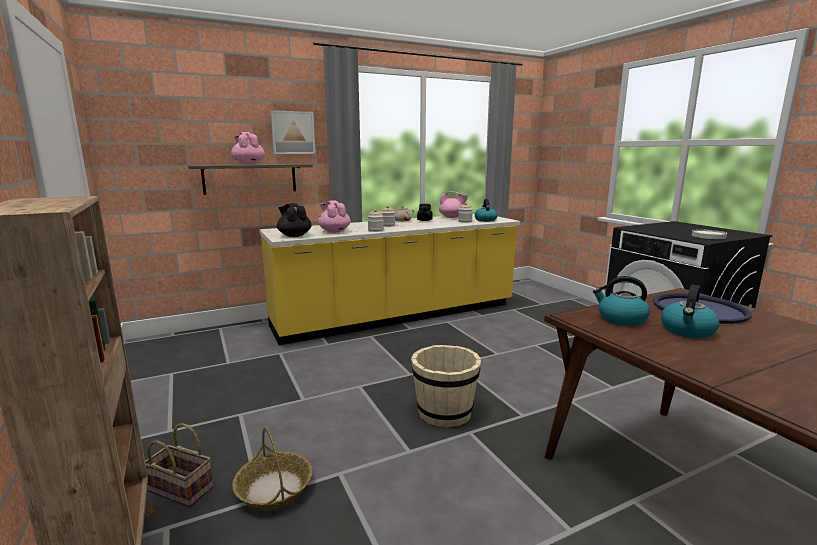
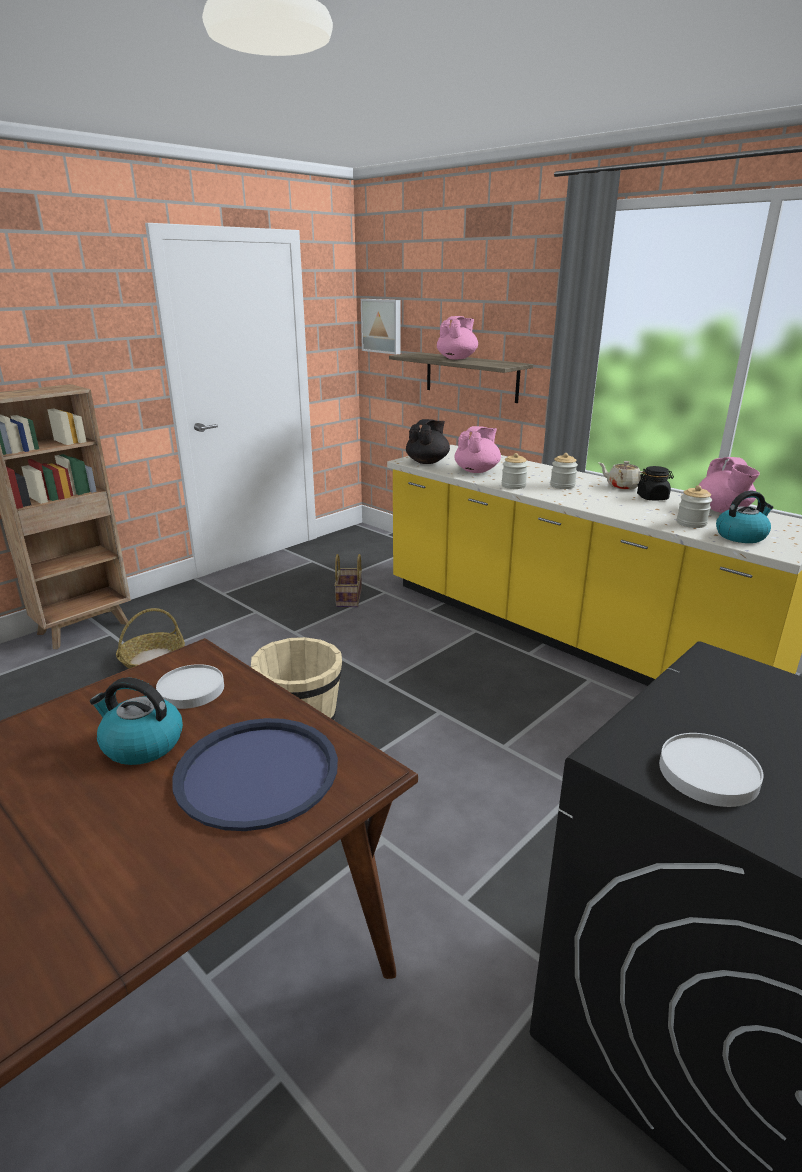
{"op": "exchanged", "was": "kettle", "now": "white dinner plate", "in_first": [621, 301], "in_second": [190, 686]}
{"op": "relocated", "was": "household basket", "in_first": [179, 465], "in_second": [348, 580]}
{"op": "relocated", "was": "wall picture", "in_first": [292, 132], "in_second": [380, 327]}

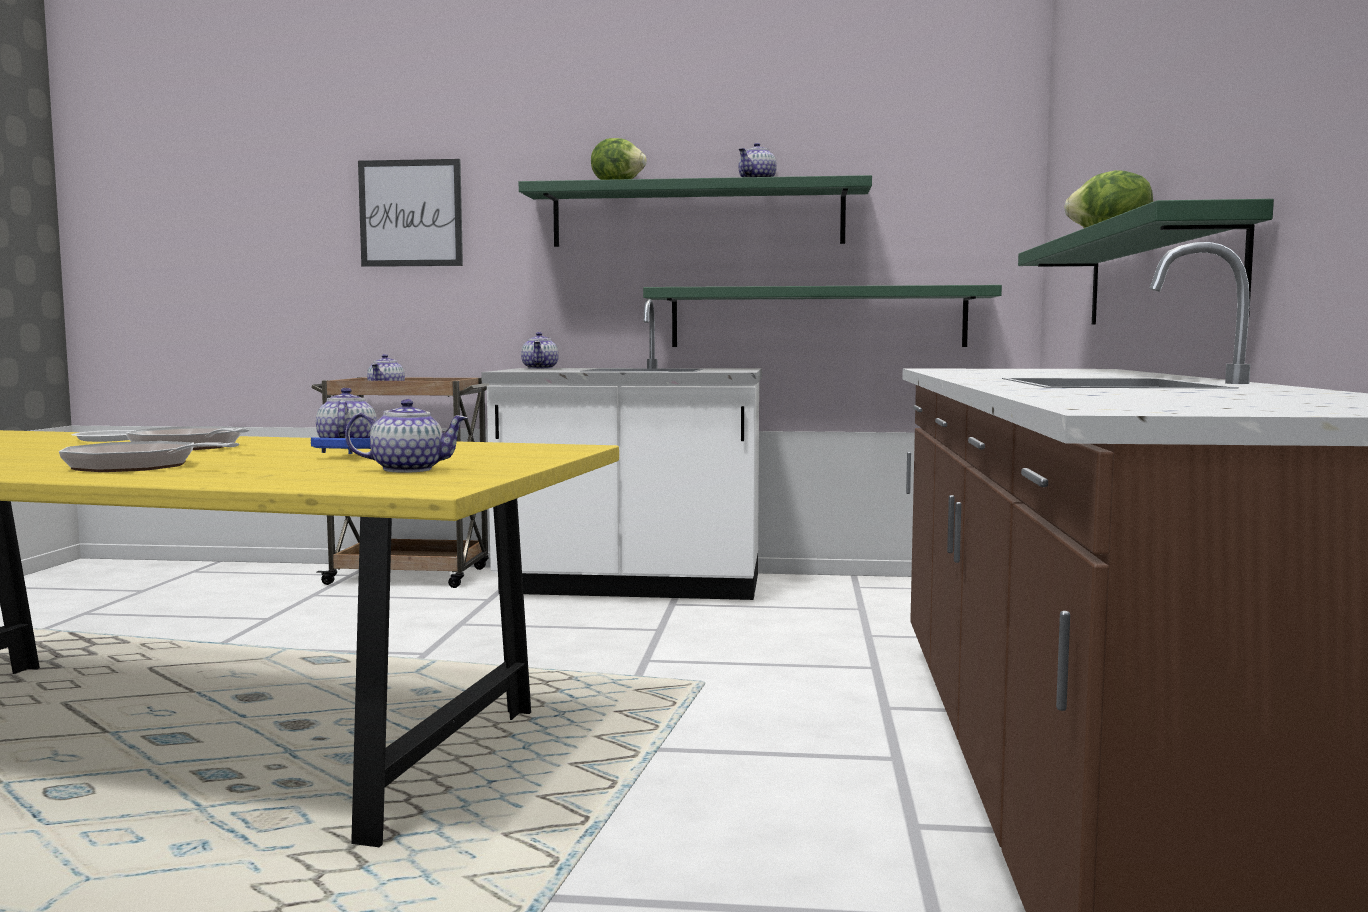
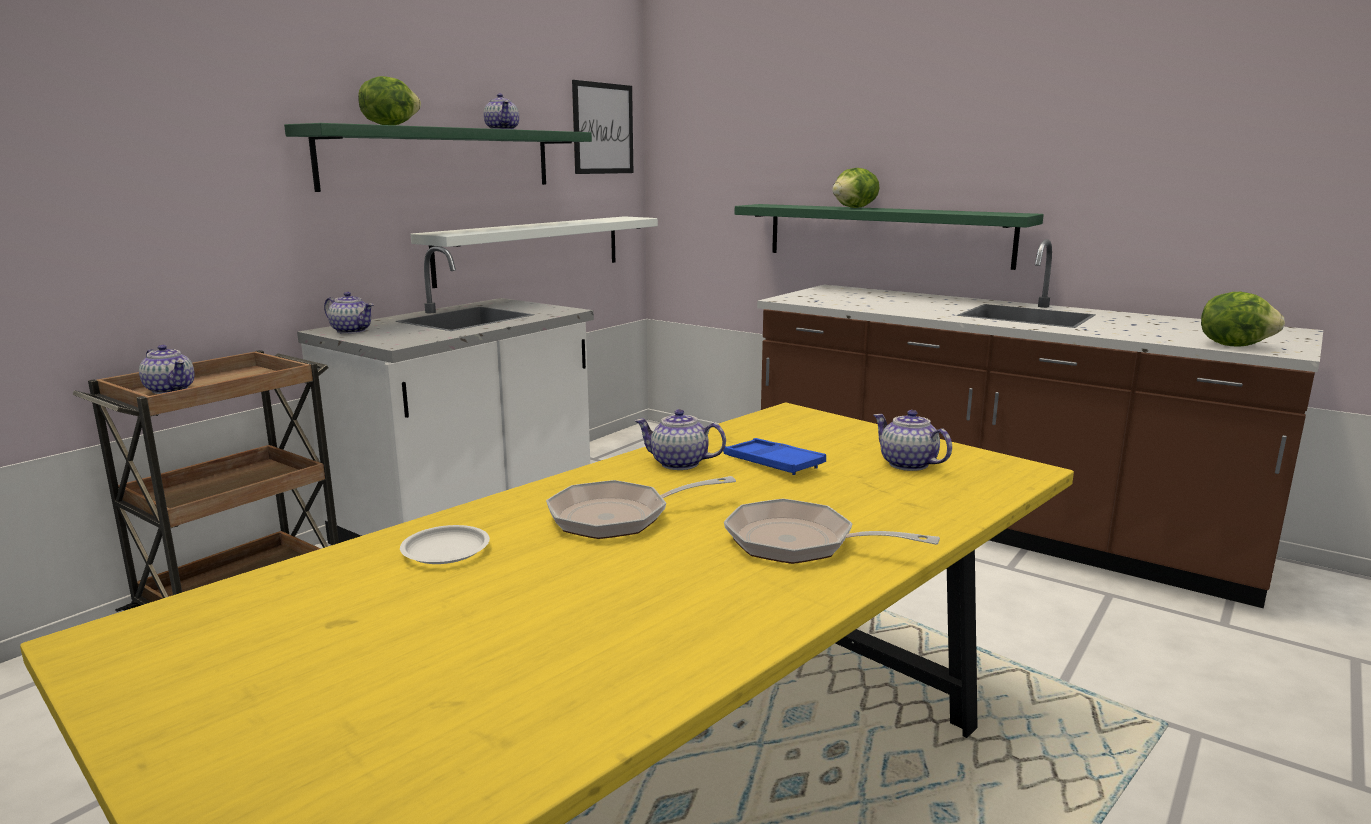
{"op": "colour", "was": "greenish shelf", "now": "white shelf", "in_first": [822, 316], "in_second": [534, 252]}
{"op": "relocated", "was": "wall picture", "in_first": [410, 213], "in_second": [602, 127]}
{"op": "spun", "was": "pan", "in_first": [149, 456], "in_second": [832, 531], "clockwise": 60}
{"op": "spun", "was": "teapot", "in_first": [406, 436], "in_second": [913, 440], "clockwise": -60}
{"op": "appeared", "now": "lettuce head", "in_second": [1243, 319]}

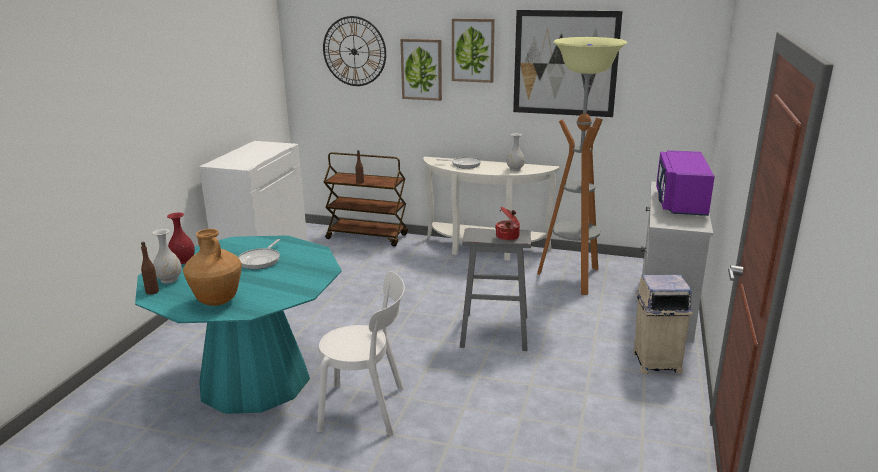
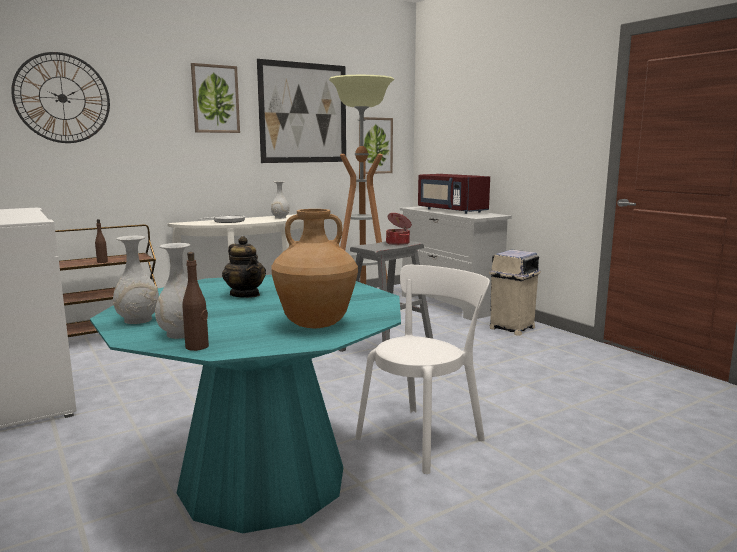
{"op": "colour", "was": "red flower vase", "now": "white flower vase", "in_first": [181, 238], "in_second": [136, 280]}
{"op": "exchanged", "was": "pan", "now": "teapot", "in_first": [259, 254], "in_second": [244, 267]}
{"op": "relocated", "was": "wall picture", "in_first": [421, 70], "in_second": [376, 145]}
{"op": "colour", "was": "purplish kitchen microwave", "now": "red kitchen microwave", "in_first": [685, 183], "in_second": [454, 194]}

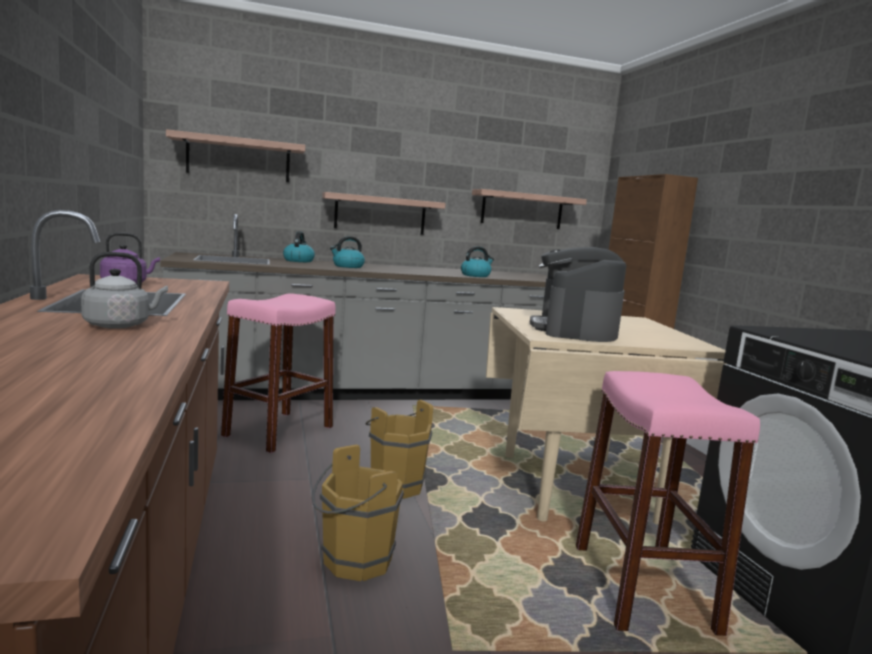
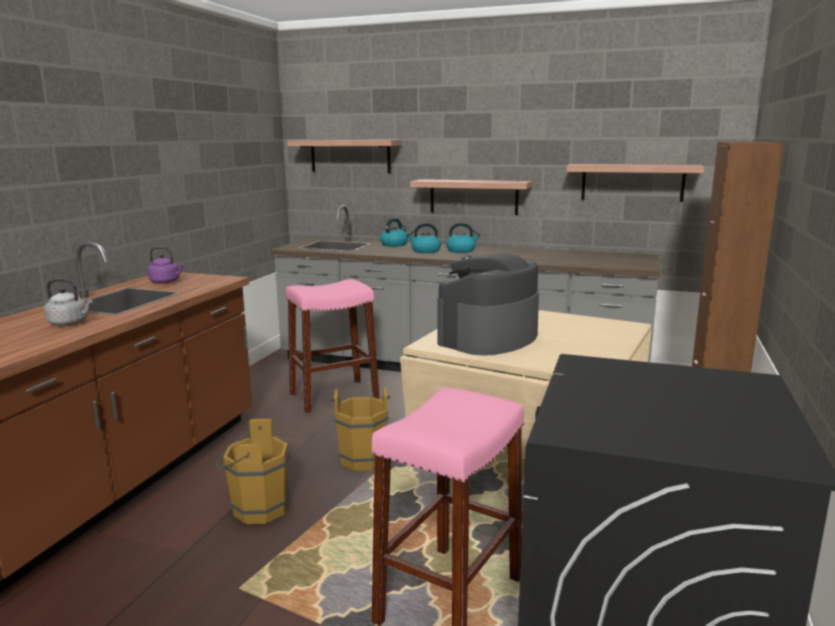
{"op": "relocated", "was": "kettle", "in_first": [477, 261], "in_second": [463, 237]}

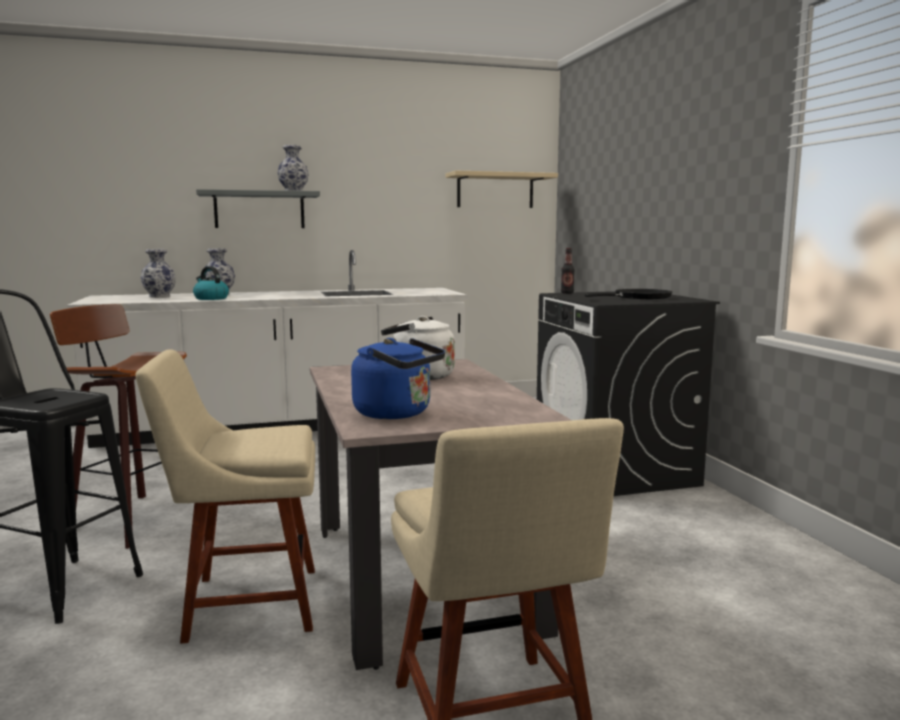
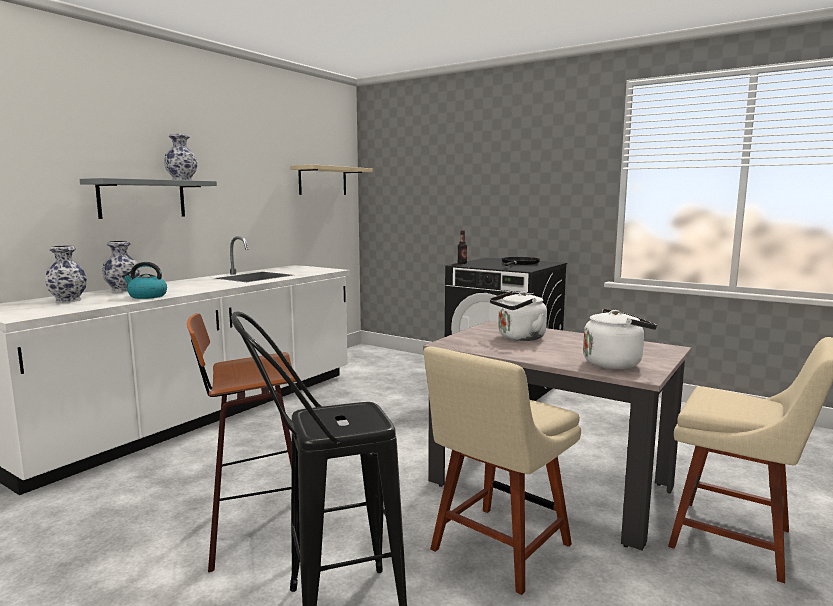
{"op": "colour", "was": "blue kettle", "now": "white kettle", "in_first": [398, 378], "in_second": [620, 339]}

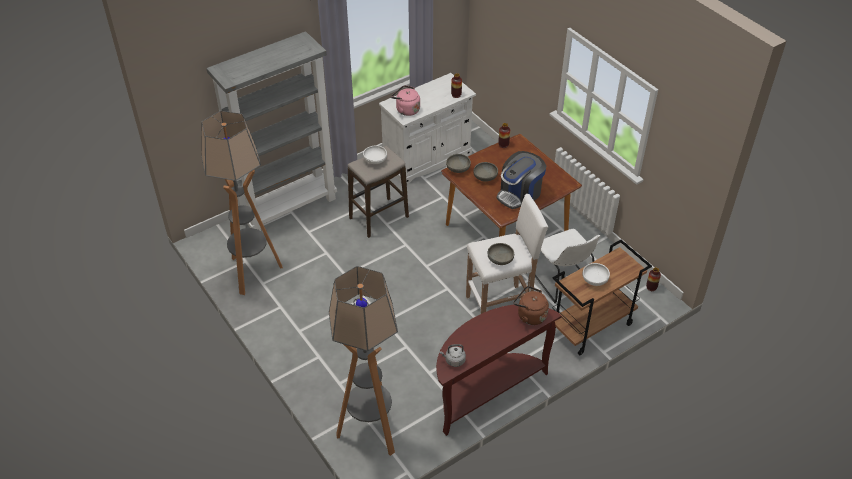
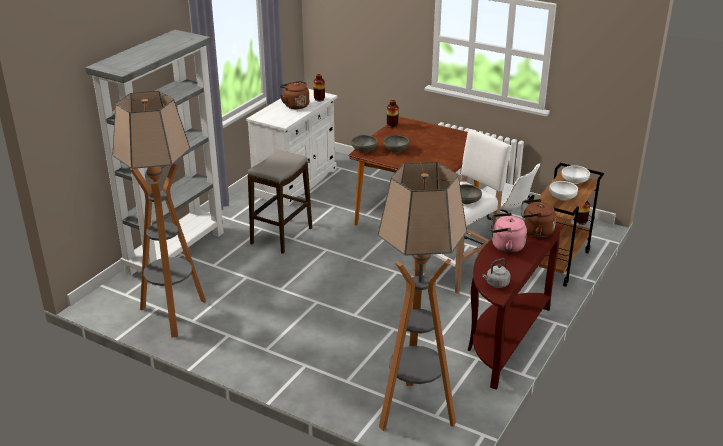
{"op": "appeared", "now": "brownish kettle", "in_second": [294, 95]}
{"op": "relocated", "was": "pink kettle", "in_first": [405, 100], "in_second": [509, 233]}
{"op": "relocated", "was": "white serving bowl", "in_first": [375, 155], "in_second": [576, 174]}
{"op": "missing", "was": "coffee brewer", "in_first": [521, 180]}

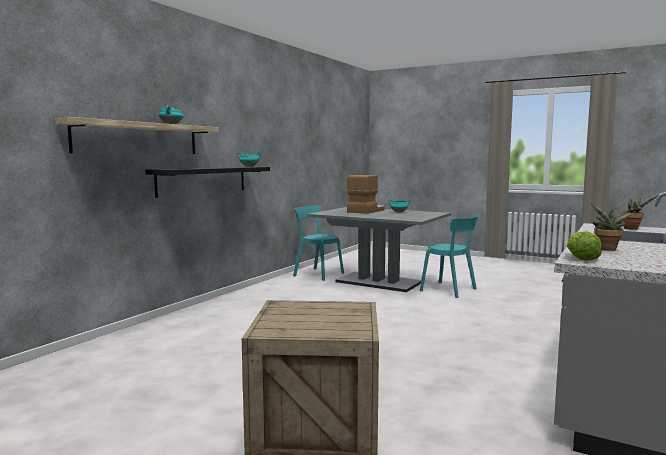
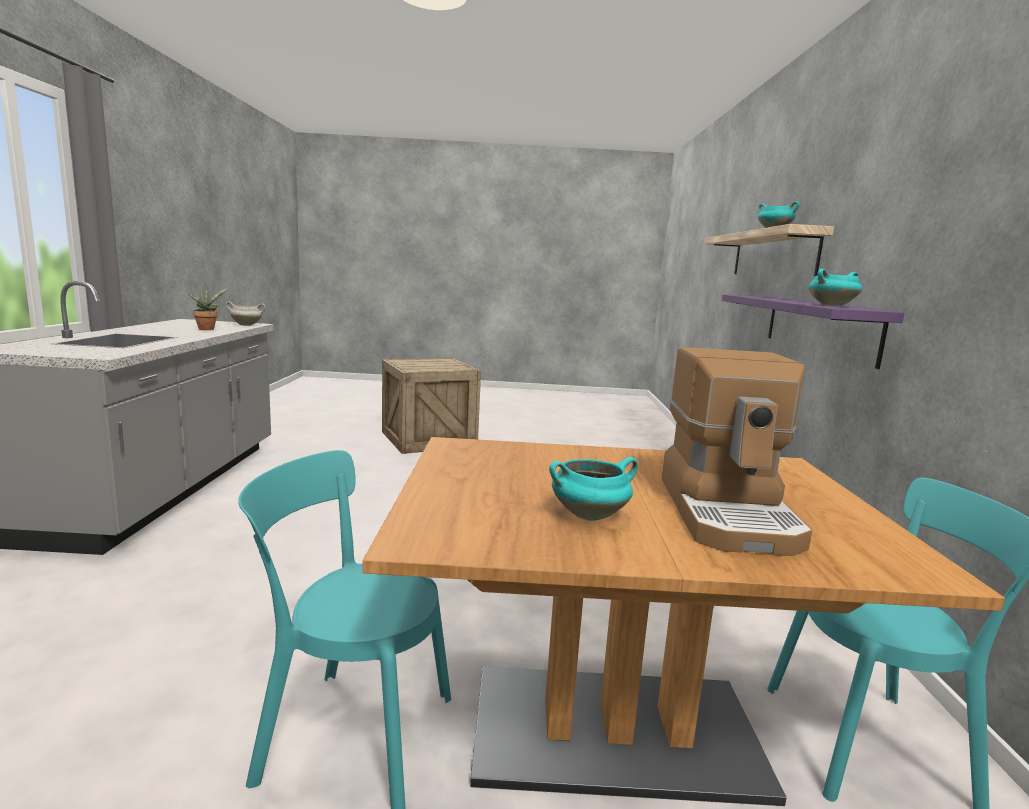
{"op": "exchanged", "was": "lettuce head", "now": "white stockpot", "in_first": [584, 246], "in_second": [245, 314]}
{"op": "colour", "was": "grey dining table", "now": "brownish dining table", "in_first": [379, 249], "in_second": [683, 621]}
{"op": "colour", "was": "blackish shelf", "now": "purplish shelf", "in_first": [207, 182], "in_second": [813, 331]}
{"op": "missing", "was": "houseplant", "in_first": [641, 211]}

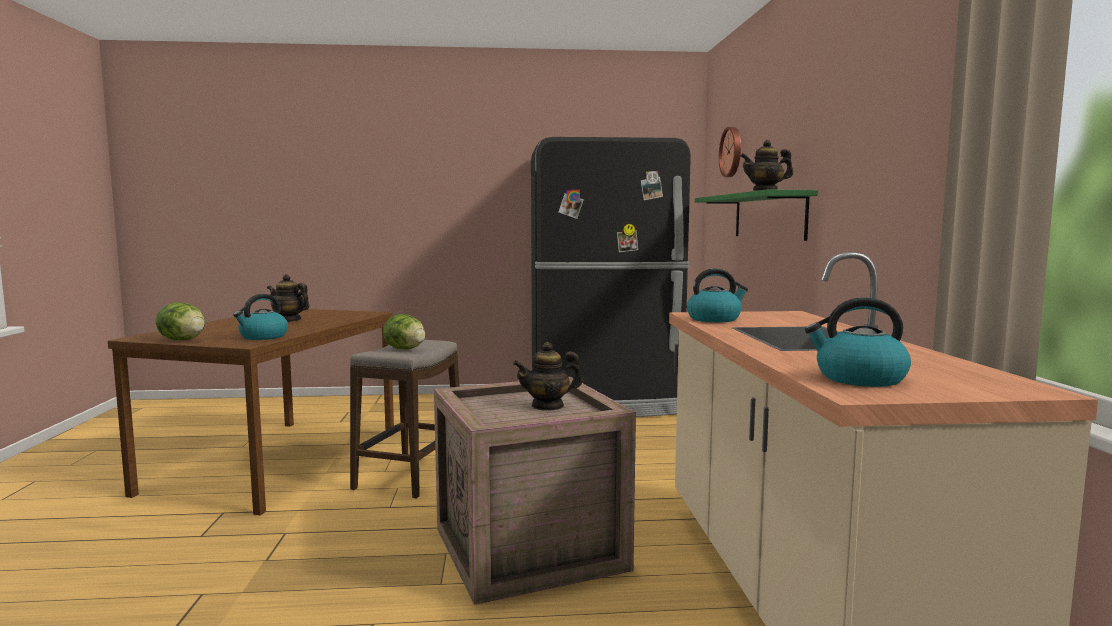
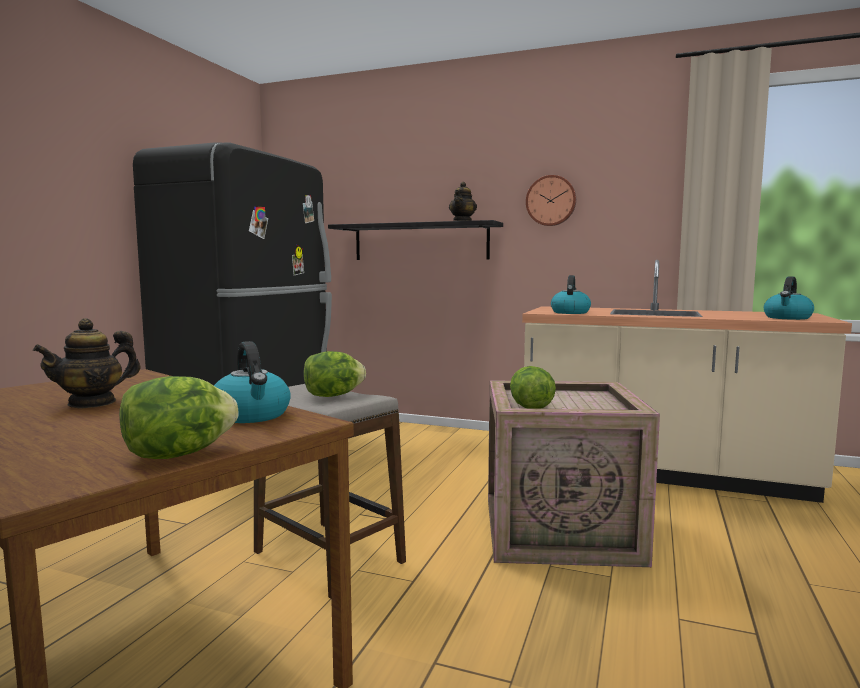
{"op": "colour", "was": "greenish shelf", "now": "blackish shelf", "in_first": [756, 215], "in_second": [415, 240]}
{"op": "appeared", "now": "lettuce head", "in_second": [533, 387]}
{"op": "relocated", "was": "clock on the wall", "in_first": [730, 152], "in_second": [551, 200]}
{"op": "missing", "was": "teapot", "in_first": [548, 376]}

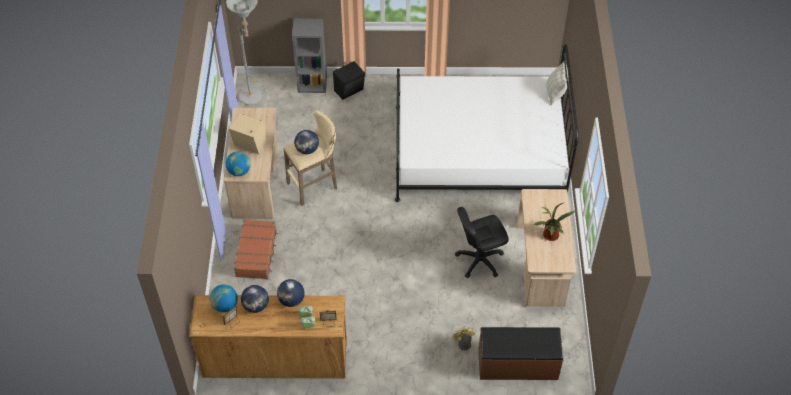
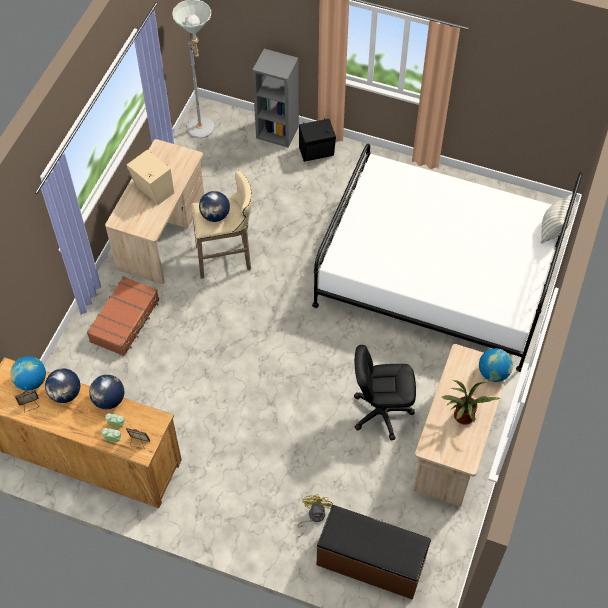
{"op": "relocated", "was": "world globe", "in_first": [238, 164], "in_second": [496, 365]}

